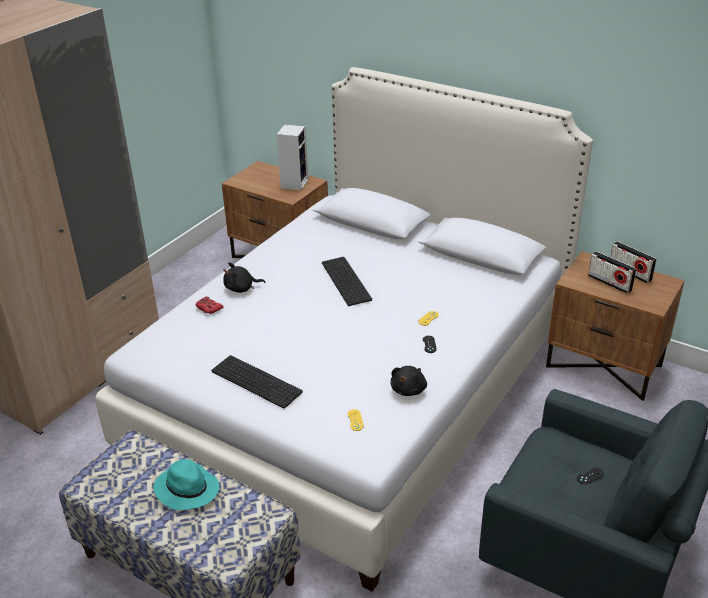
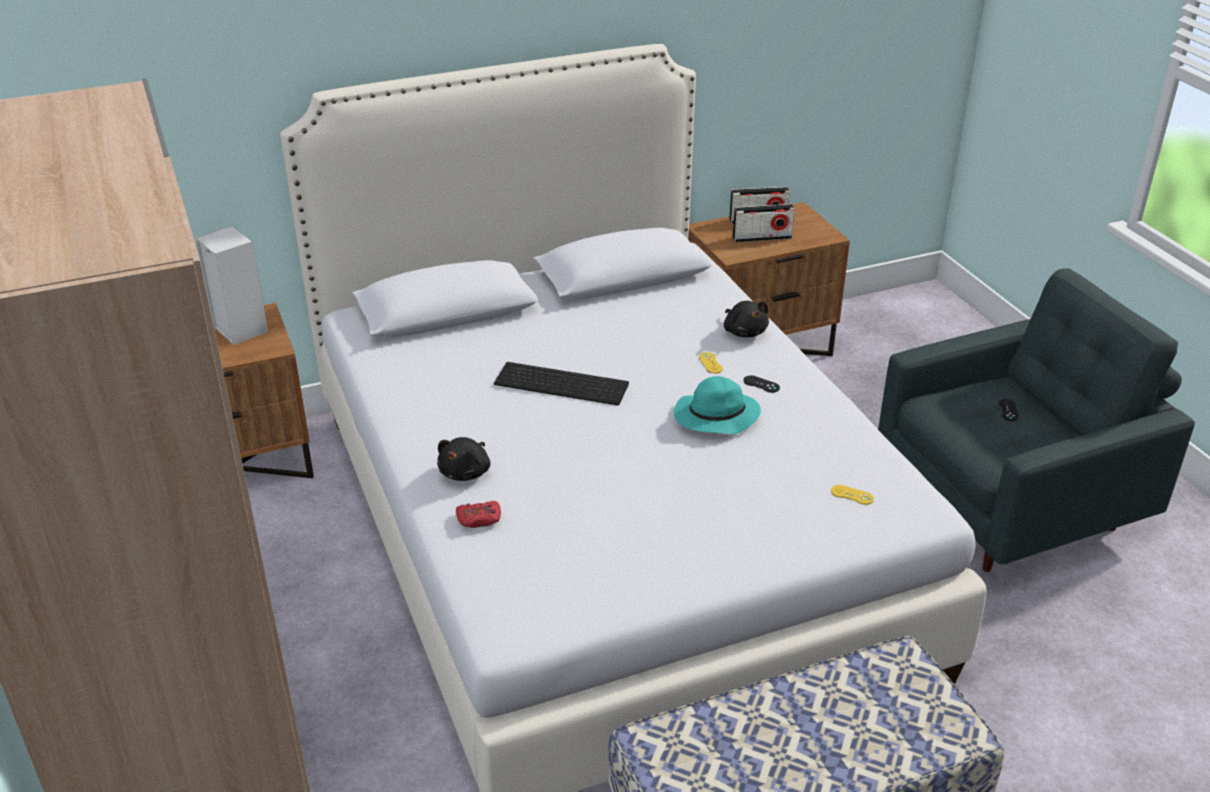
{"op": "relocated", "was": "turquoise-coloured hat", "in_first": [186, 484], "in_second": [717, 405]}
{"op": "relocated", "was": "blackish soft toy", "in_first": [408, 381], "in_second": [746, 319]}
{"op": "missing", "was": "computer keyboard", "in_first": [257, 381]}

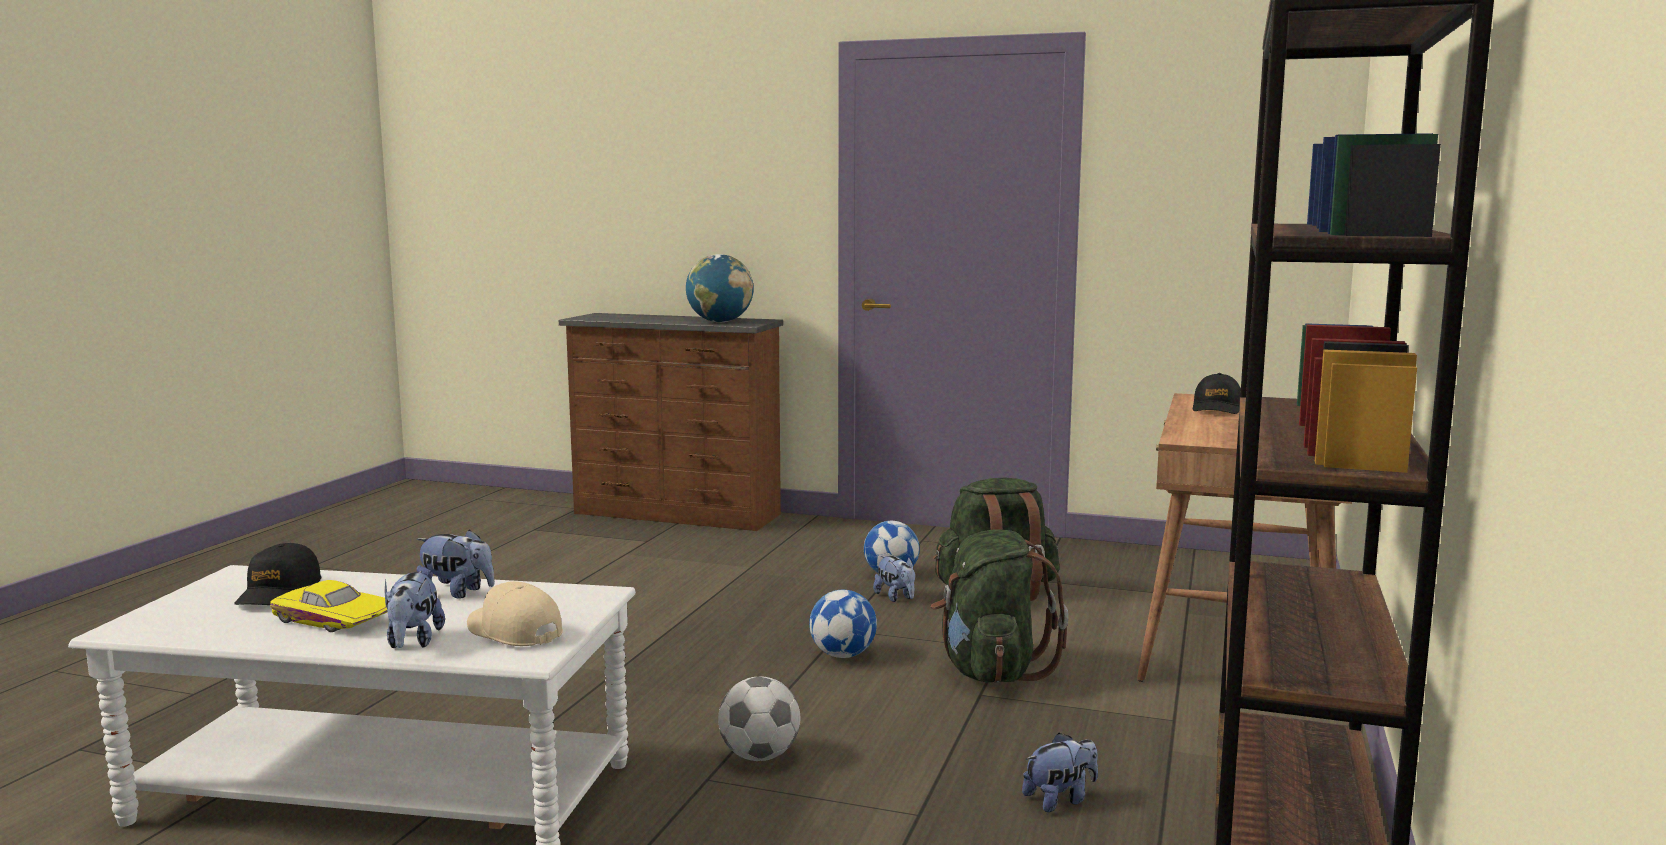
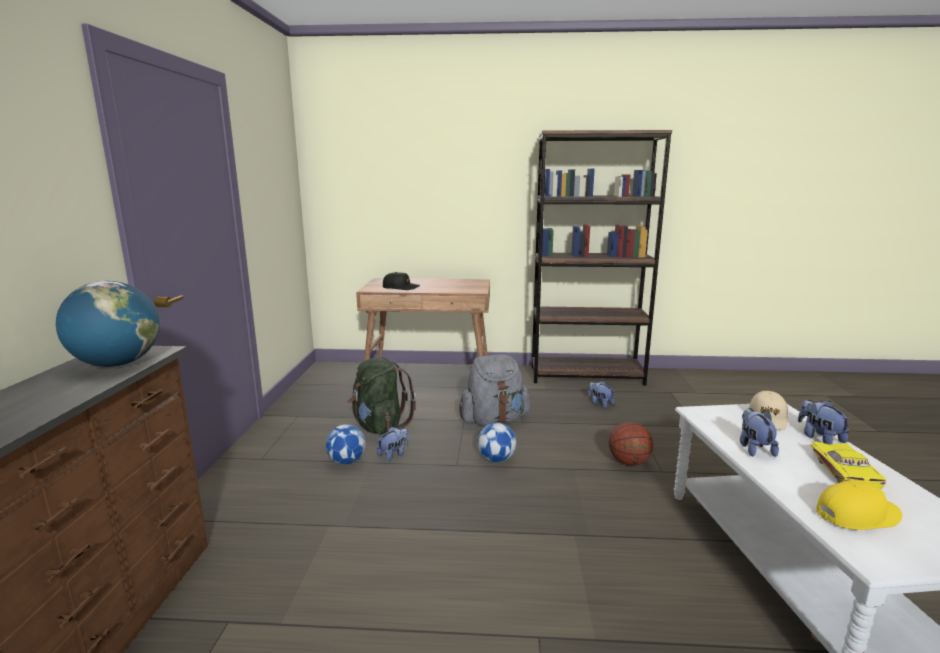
{"op": "colour", "was": "greenish knapsack", "now": "grey knapsack", "in_first": [1000, 606], "in_second": [495, 390]}
{"op": "exchanged", "was": "ball for football", "now": "basketball", "in_first": [759, 718], "in_second": [631, 444]}
{"op": "spun", "was": "soft toy", "in_first": [415, 609], "in_second": [824, 422], "clockwise": -90}
{"op": "colour", "was": "blackish cap", "now": "yellow cap", "in_first": [277, 574], "in_second": [859, 505]}

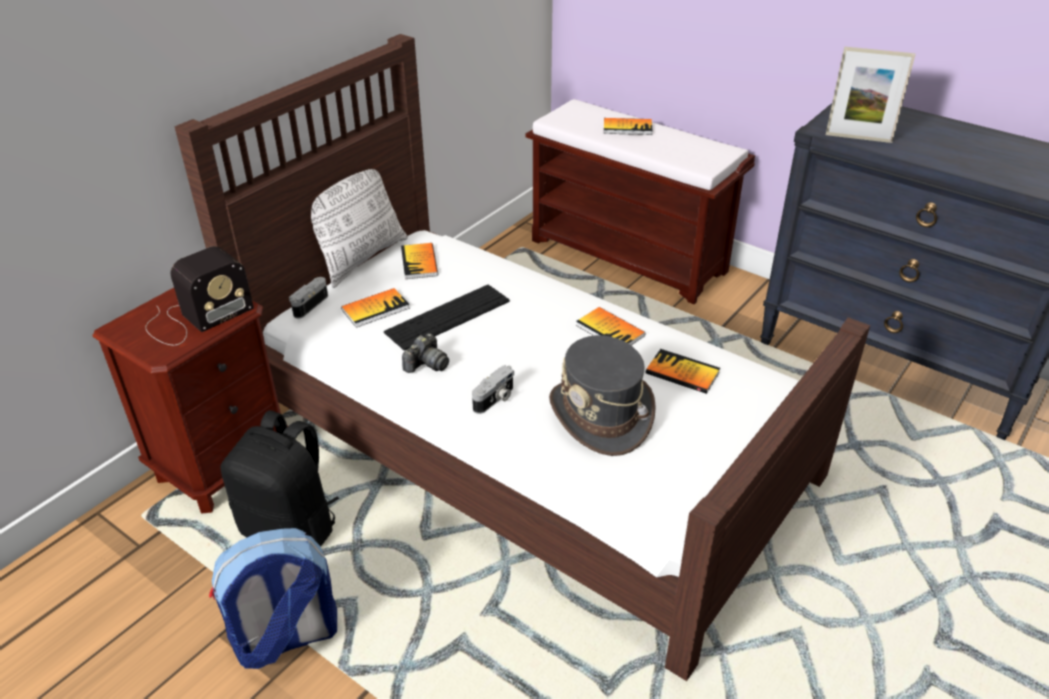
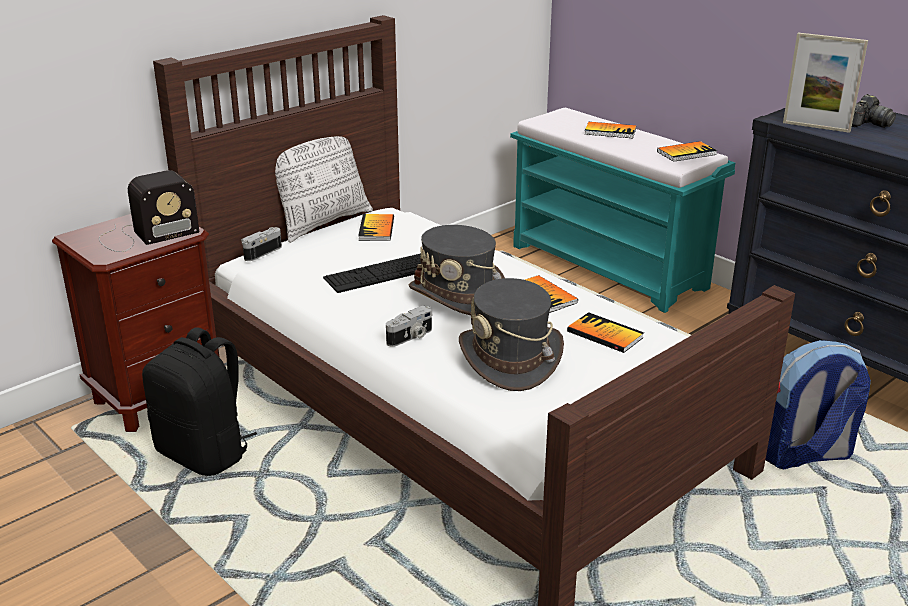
{"op": "appeared", "now": "grey hat", "in_second": [457, 270]}
{"op": "colour", "was": "brownish long seat", "now": "turquoise-coloured long seat", "in_first": [640, 201], "in_second": [622, 210]}
{"op": "relocated", "was": "book", "in_first": [375, 308], "in_second": [687, 151]}
{"op": "relocated", "was": "knapsack", "in_first": [273, 598], "in_second": [818, 404]}
{"op": "relocated", "was": "still camera", "in_first": [425, 353], "in_second": [874, 111]}

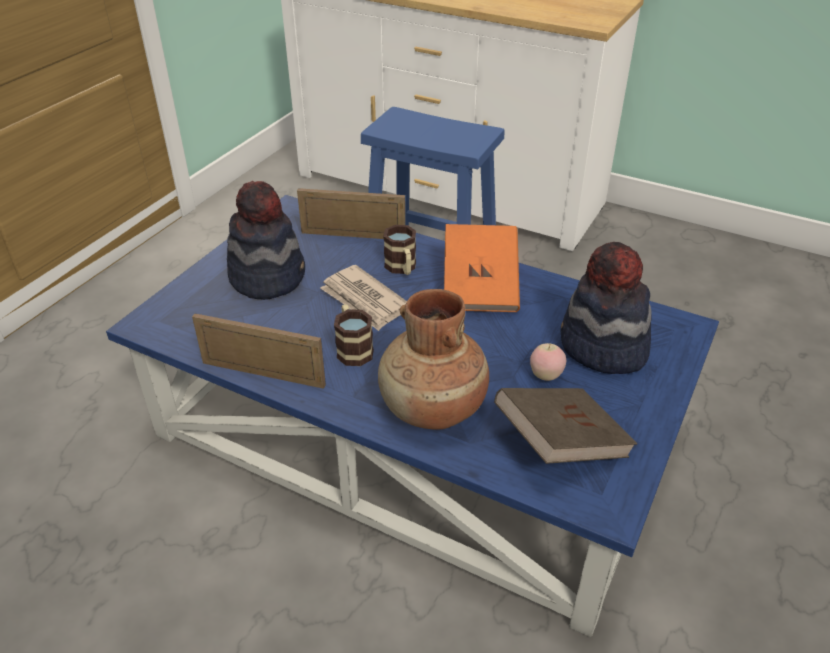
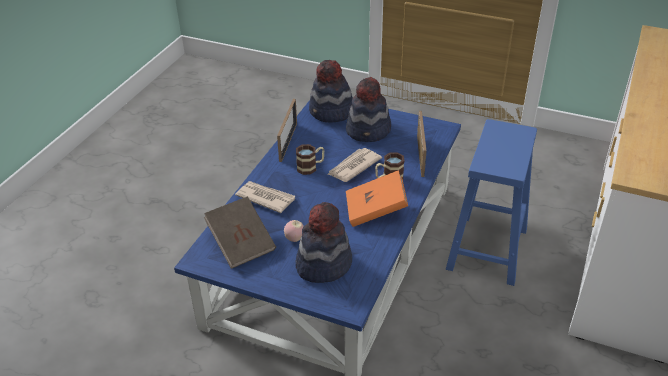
{"op": "exchanged", "was": "brownish flower vase", "now": "printed paper", "in_first": [433, 359], "in_second": [265, 197]}
{"op": "appeared", "now": "hat", "in_second": [331, 91]}

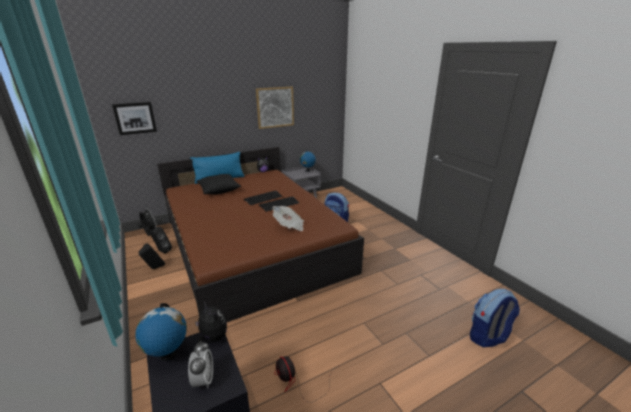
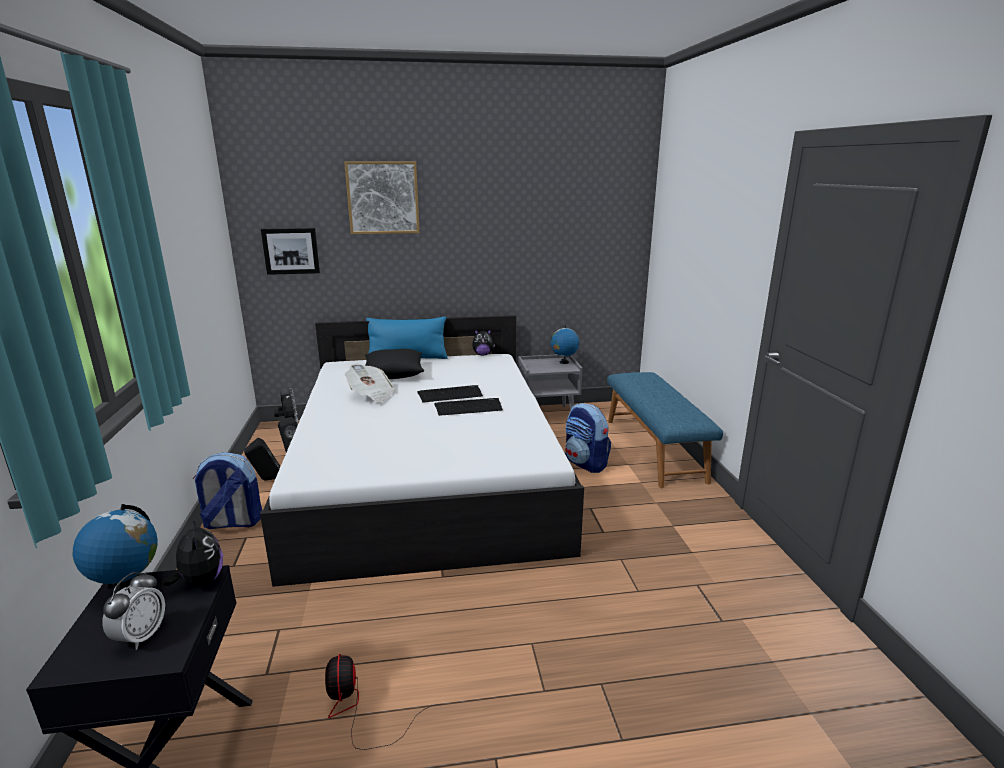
{"op": "relocated", "was": "knapsack", "in_first": [495, 318], "in_second": [227, 490]}
{"op": "colour", "was": "brownish sleeping bed", "now": "white sleeping bed", "in_first": [260, 234], "in_second": [422, 451]}
{"op": "relocated", "was": "wall picture", "in_first": [275, 108], "in_second": [382, 197]}
{"op": "relocated", "was": "printed paper", "in_first": [288, 218], "in_second": [370, 383]}
{"op": "appeared", "now": "blue long seat", "in_second": [665, 430]}

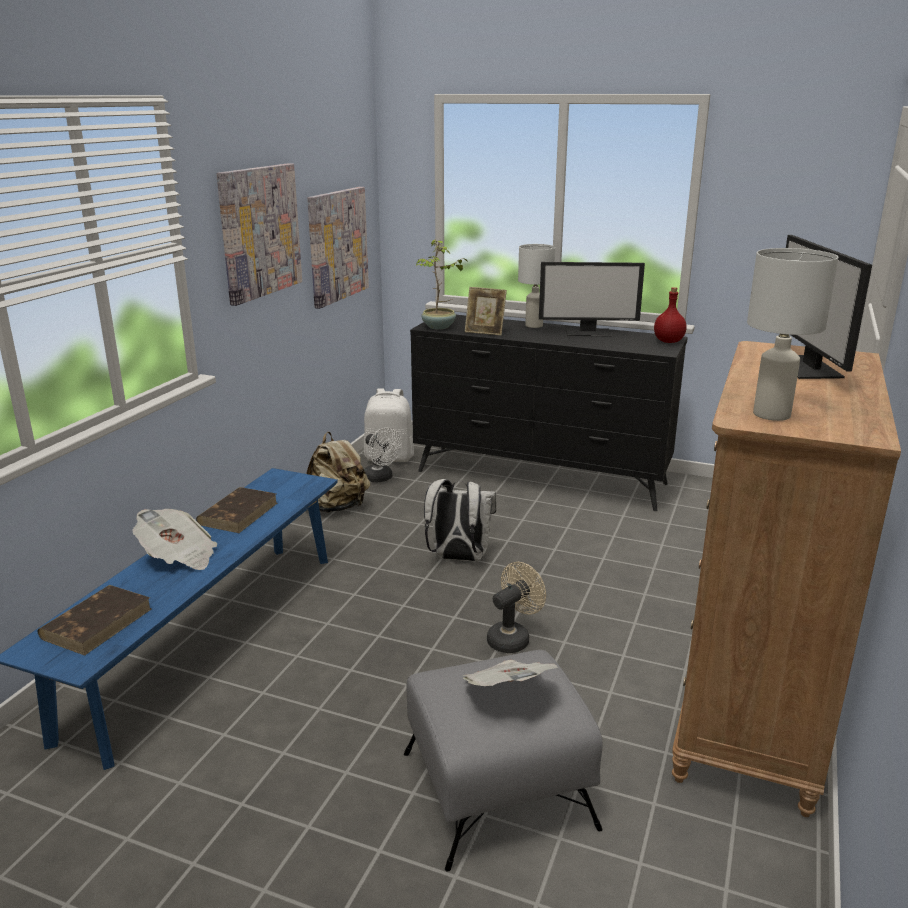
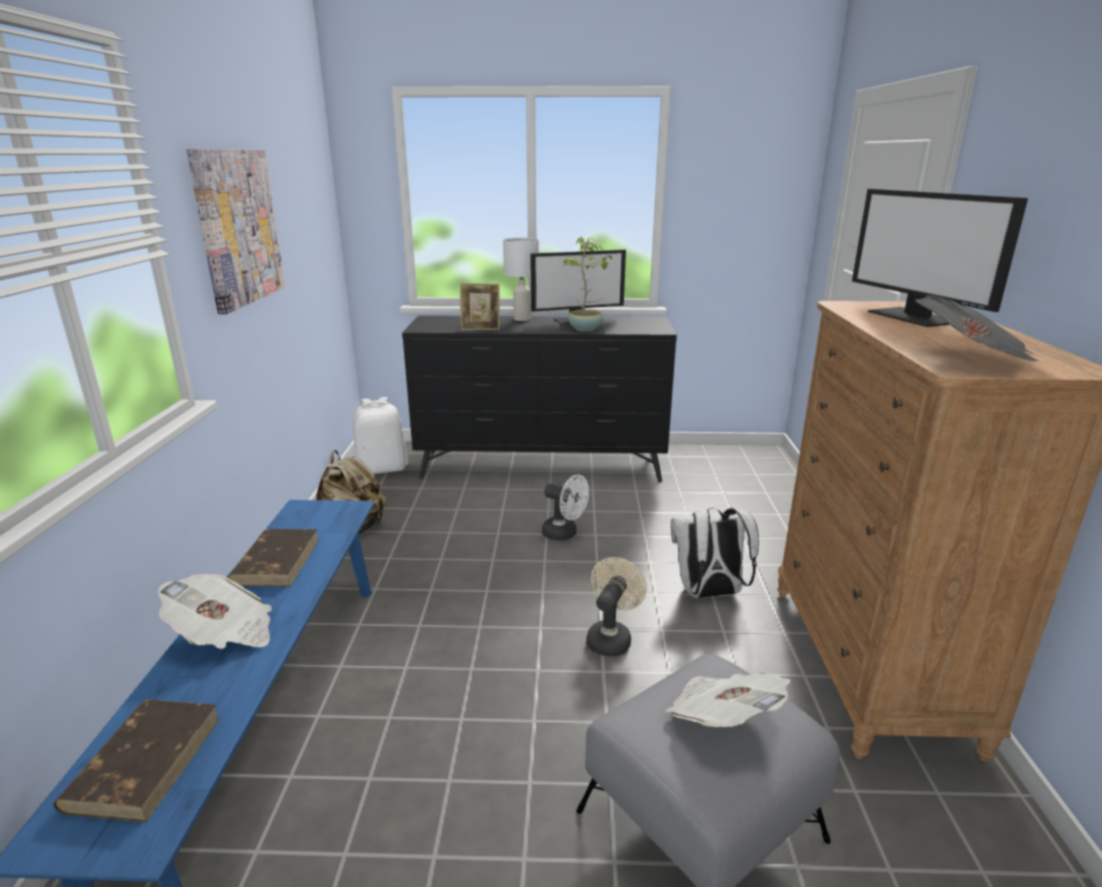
{"op": "relocated", "was": "white electric fan", "in_first": [383, 455], "in_second": [565, 507]}
{"op": "relocated", "was": "houseplant", "in_first": [442, 284], "in_second": [588, 284]}
{"op": "relocated", "was": "white knapsack", "in_first": [460, 520], "in_second": [715, 553]}
{"op": "exchanged", "was": "white tabletop lamp", "now": "printed paper", "in_first": [792, 334], "in_second": [977, 328]}
{"op": "missing", "was": "wall picture", "in_first": [338, 248]}
{"op": "missing", "was": "red bottle", "in_first": [670, 315]}

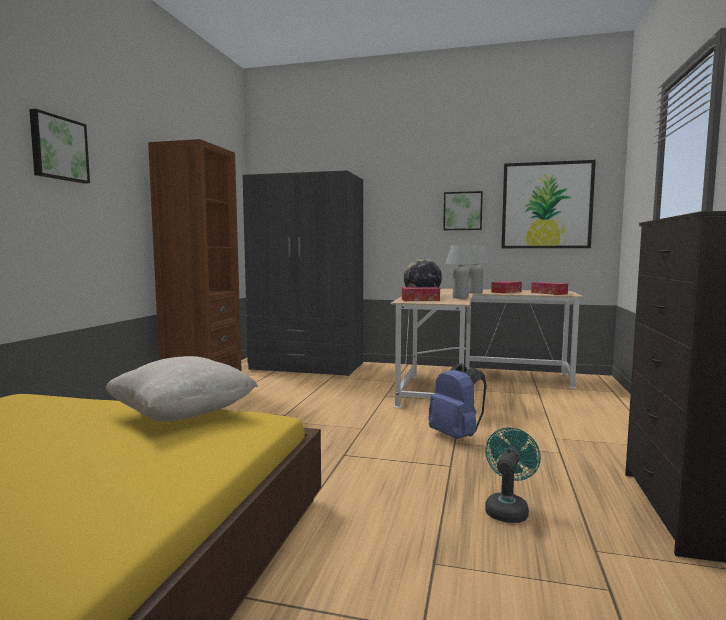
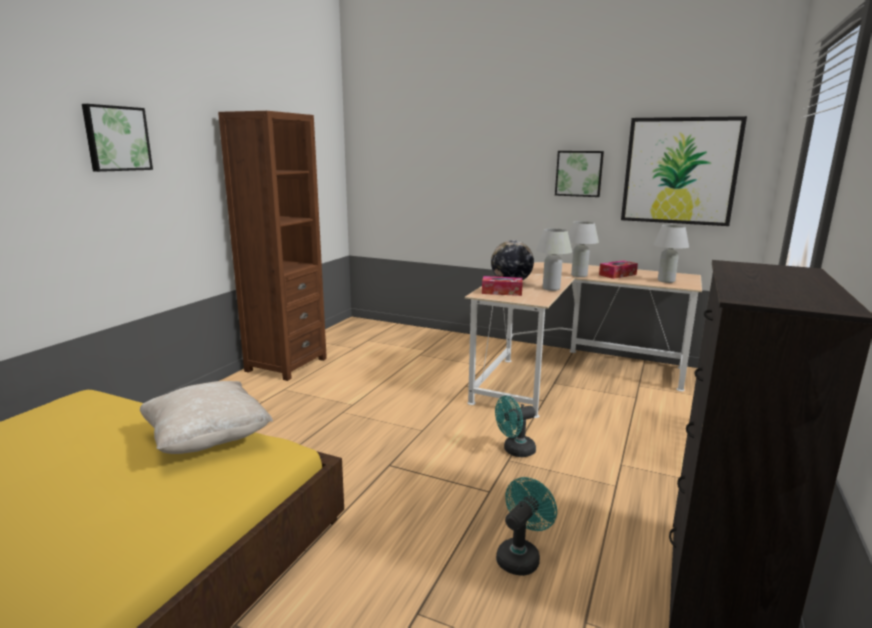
{"op": "exchanged", "was": "blue knapsack", "now": "turquoise-coloured electric fan", "in_first": [457, 401], "in_second": [515, 426]}
{"op": "exchanged", "was": "box of tissues", "now": "white tabletop lamp", "in_first": [549, 288], "in_second": [671, 254]}
{"op": "missing", "was": "grey wardrobe", "in_first": [303, 273]}

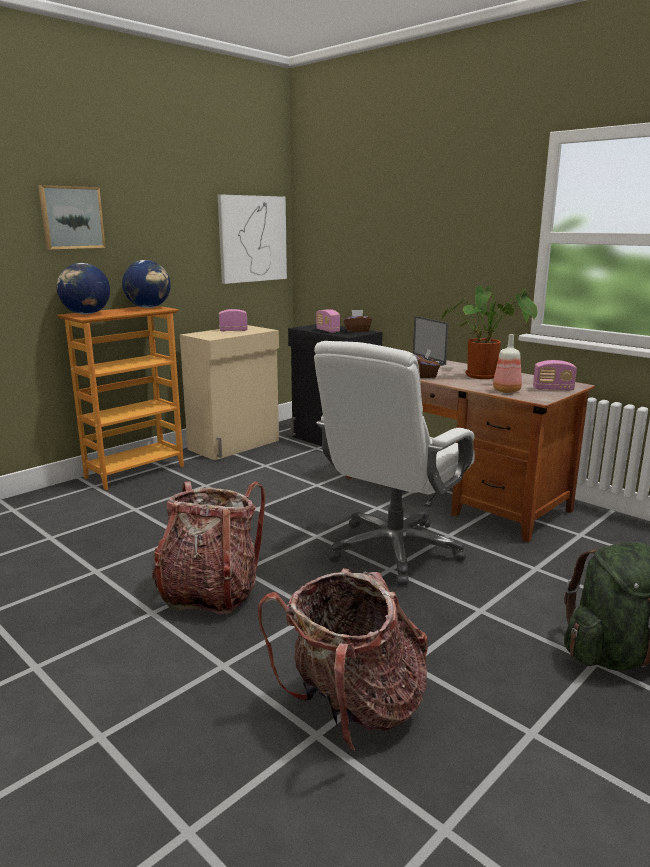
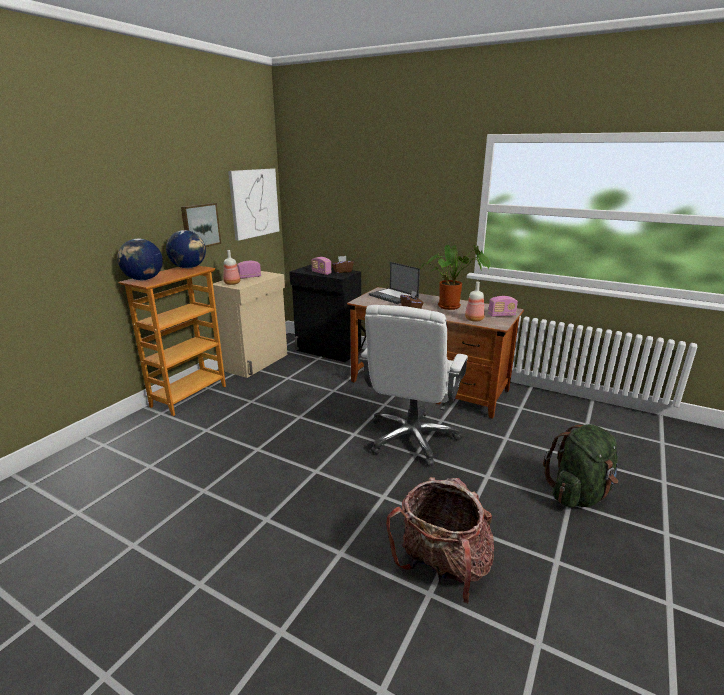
{"op": "relocated", "was": "wall picture", "in_first": [72, 217], "in_second": [201, 225]}
{"op": "appeared", "now": "bottle", "in_second": [232, 267]}
{"op": "missing", "was": "knapsack", "in_first": [208, 547]}

